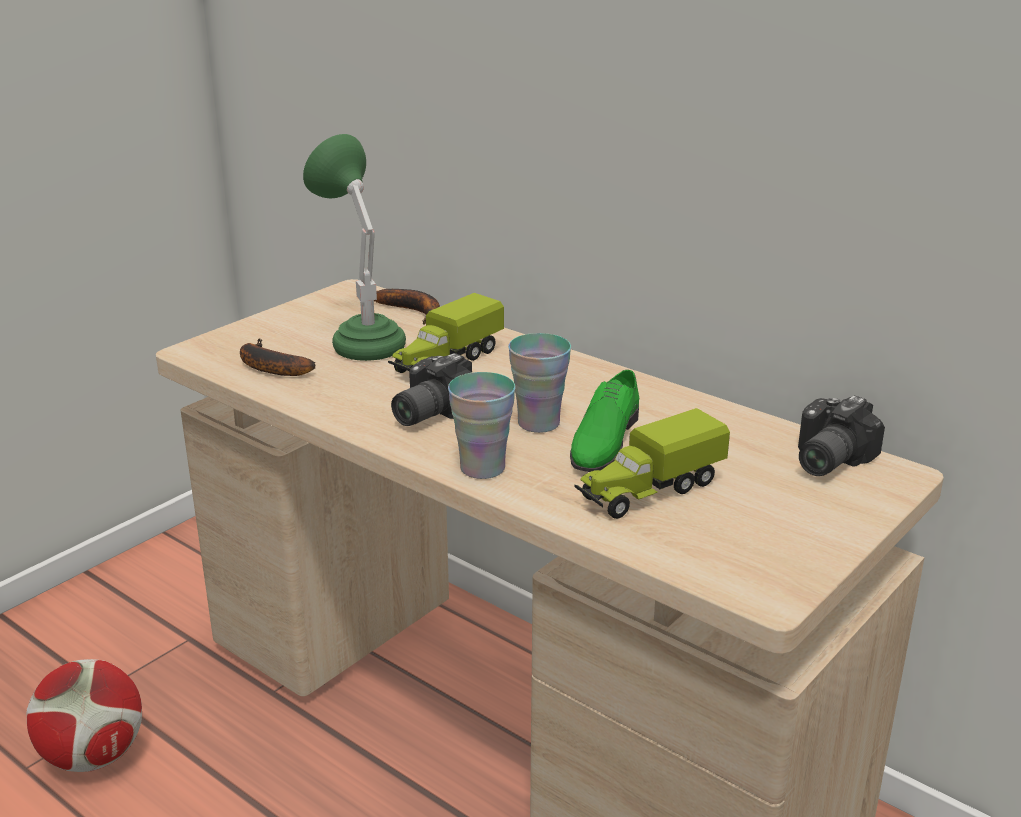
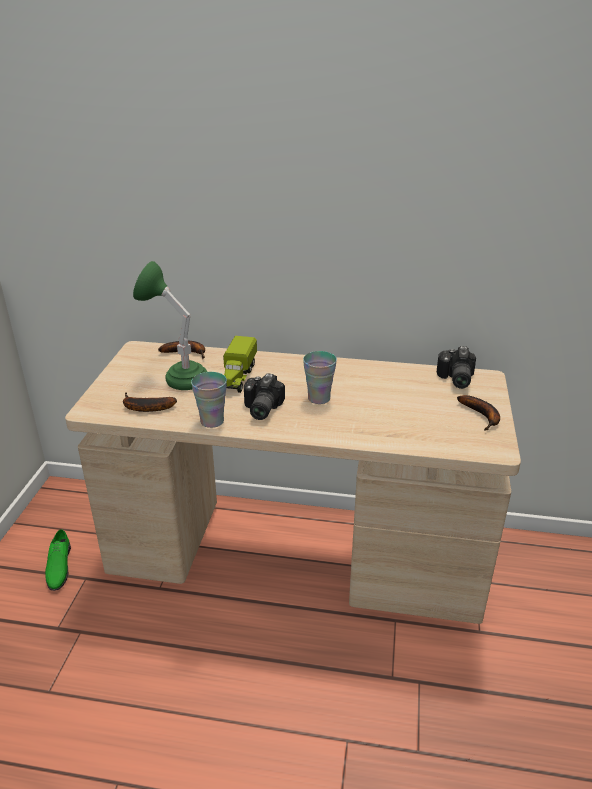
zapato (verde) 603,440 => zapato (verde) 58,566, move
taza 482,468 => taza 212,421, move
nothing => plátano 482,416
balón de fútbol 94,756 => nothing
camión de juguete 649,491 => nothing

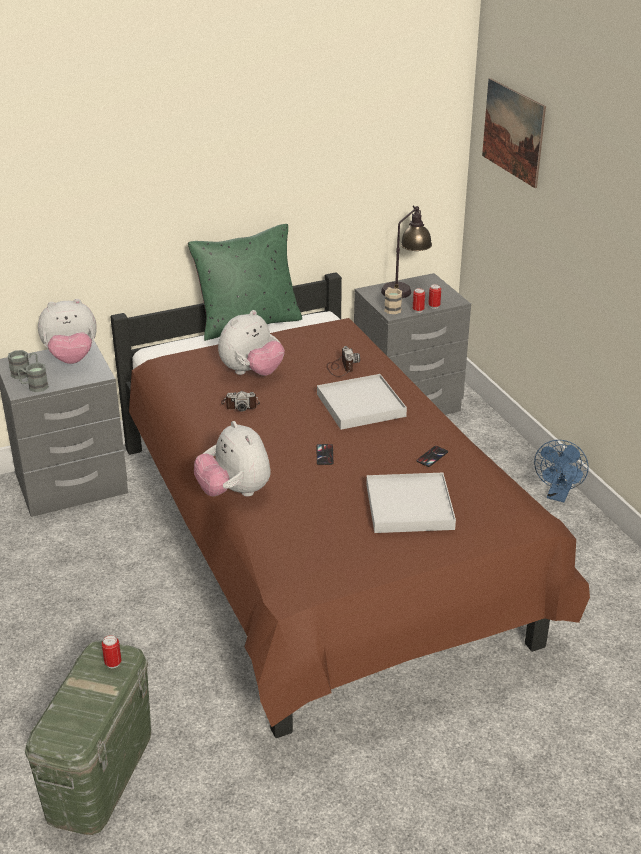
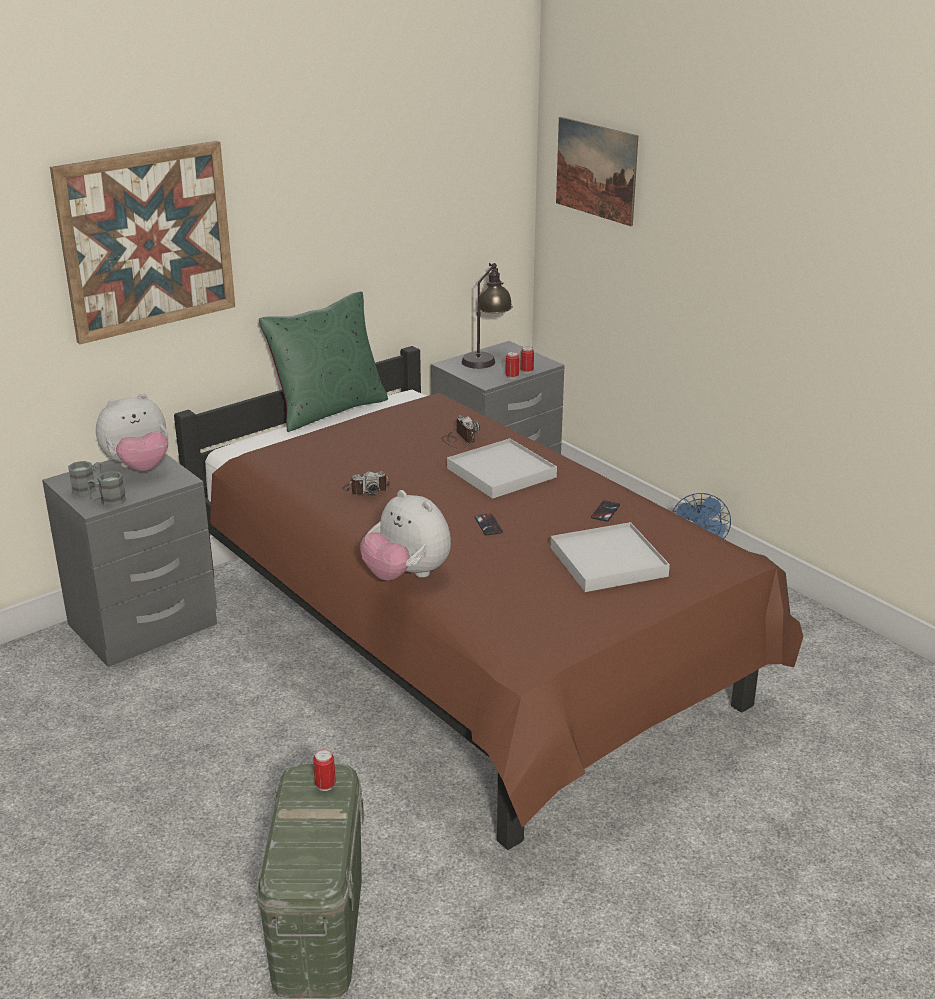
nothing => cuadro 147,241
peluche 251,373 => nothing
taza grande (beis) 391,308 => nothing

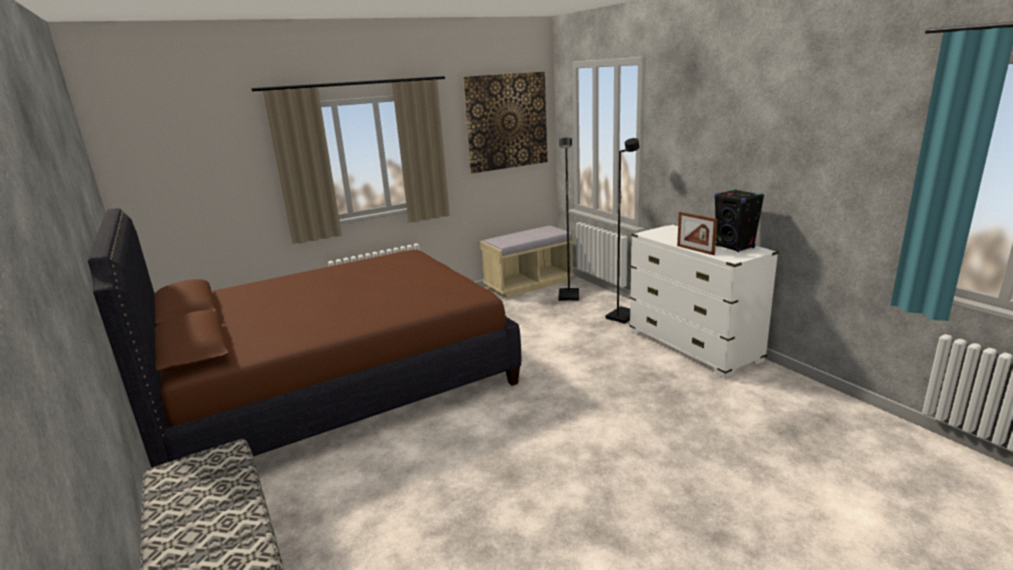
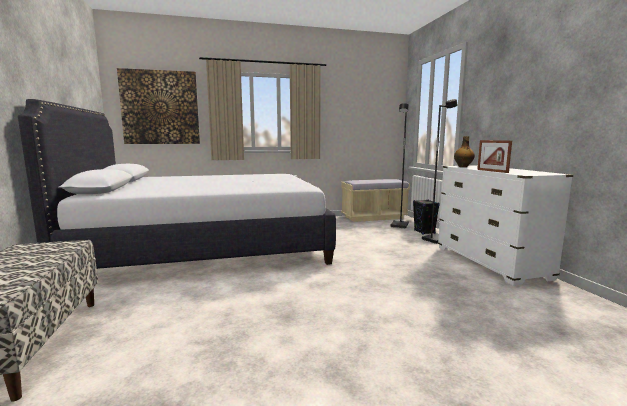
cama (marrón) 336,385 => cama (blanco) 208,247
cuadro 506,121 => cuadro 160,107, move
altavoz (negro) 735,247 => altavoz (negro) 424,232, move
nothing => botella 463,167

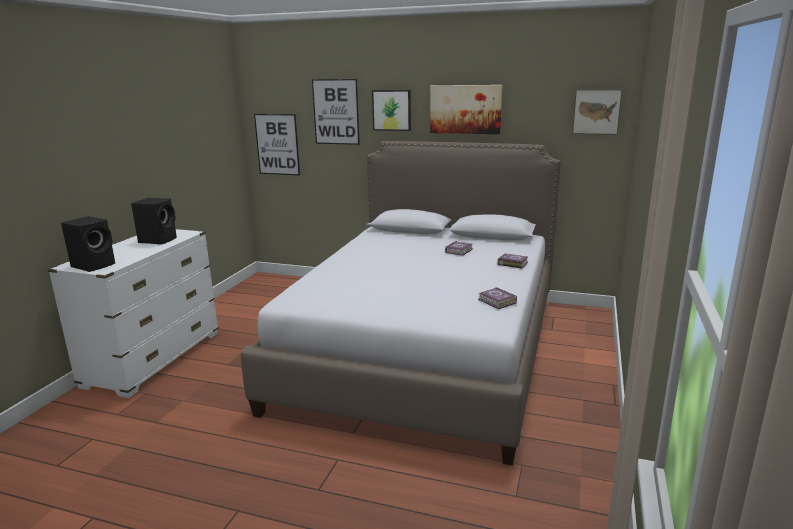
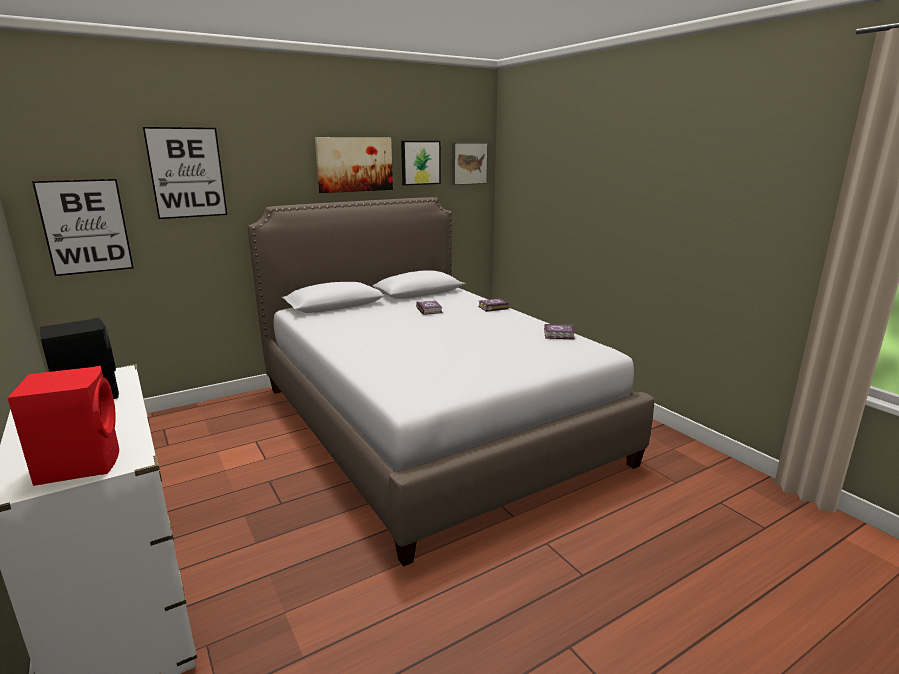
altavoz (negro) 95,265 => altavoz (rojo) 81,463
cuadro 392,110 => cuadro 420,162, move

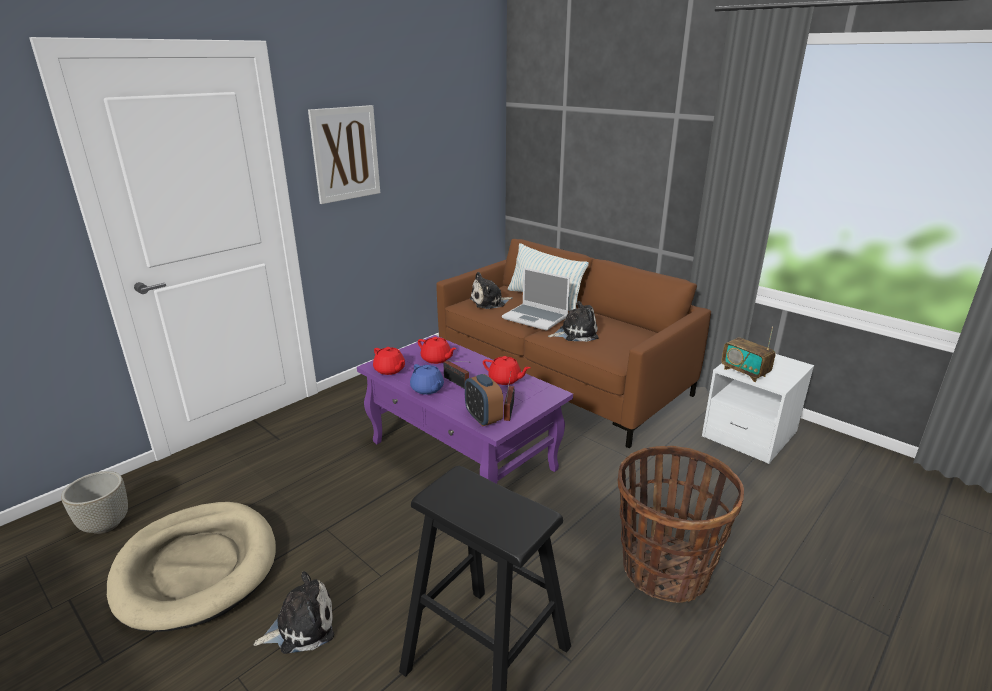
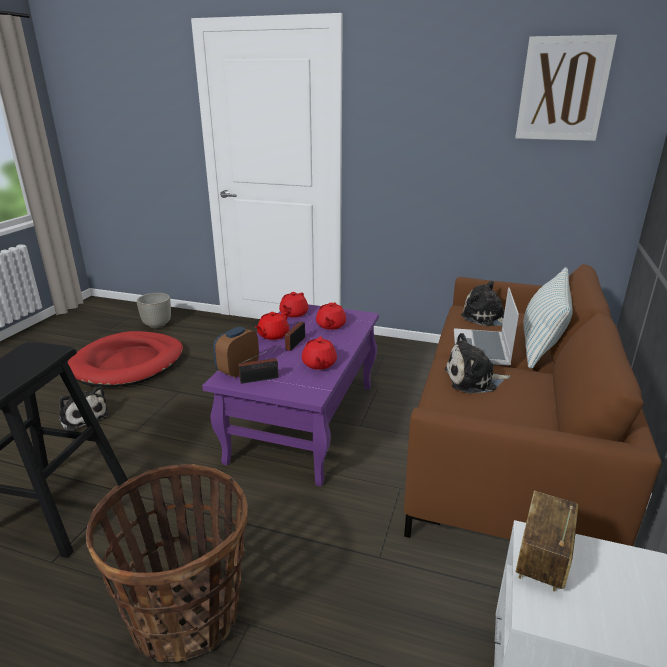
cama para perro (beis) 197,567 => cama para perro (rojo) 129,363
tetera (azul) 427,389 => tetera (rojo) 272,335
peluche 575,333 => peluche 473,380, 120 degrees clockwise
cuadro 345,154 => cuadro 562,89, move

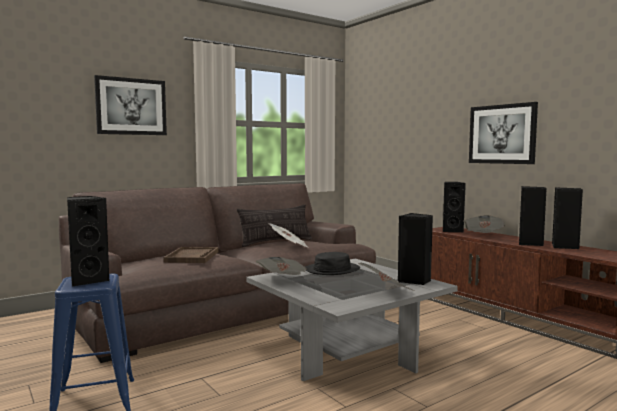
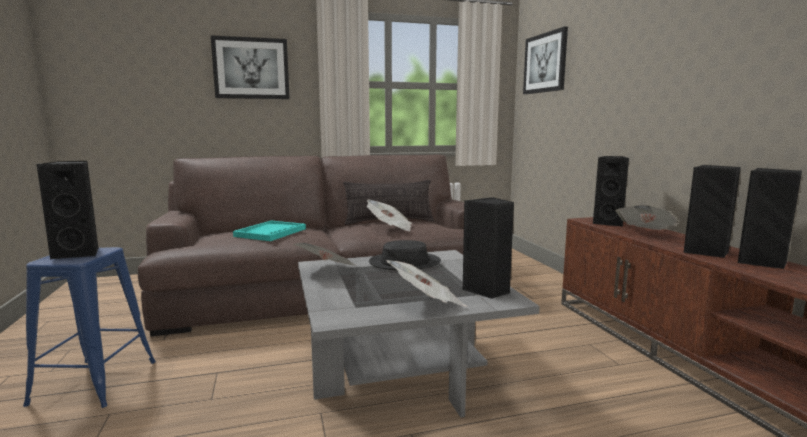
bandeja (marrón) 192,257 => bandeja (turquesa) 270,232
cuadro 502,134 => cuadro 545,63, move

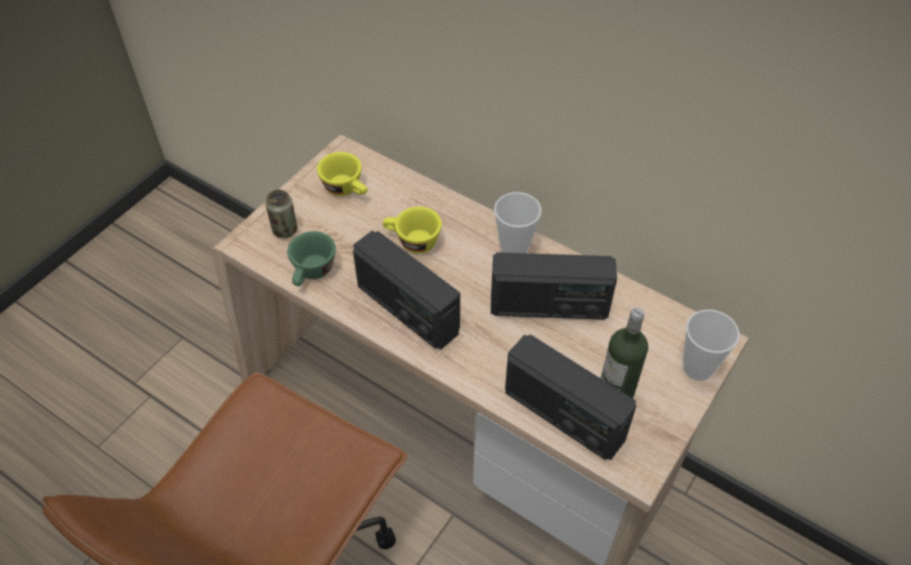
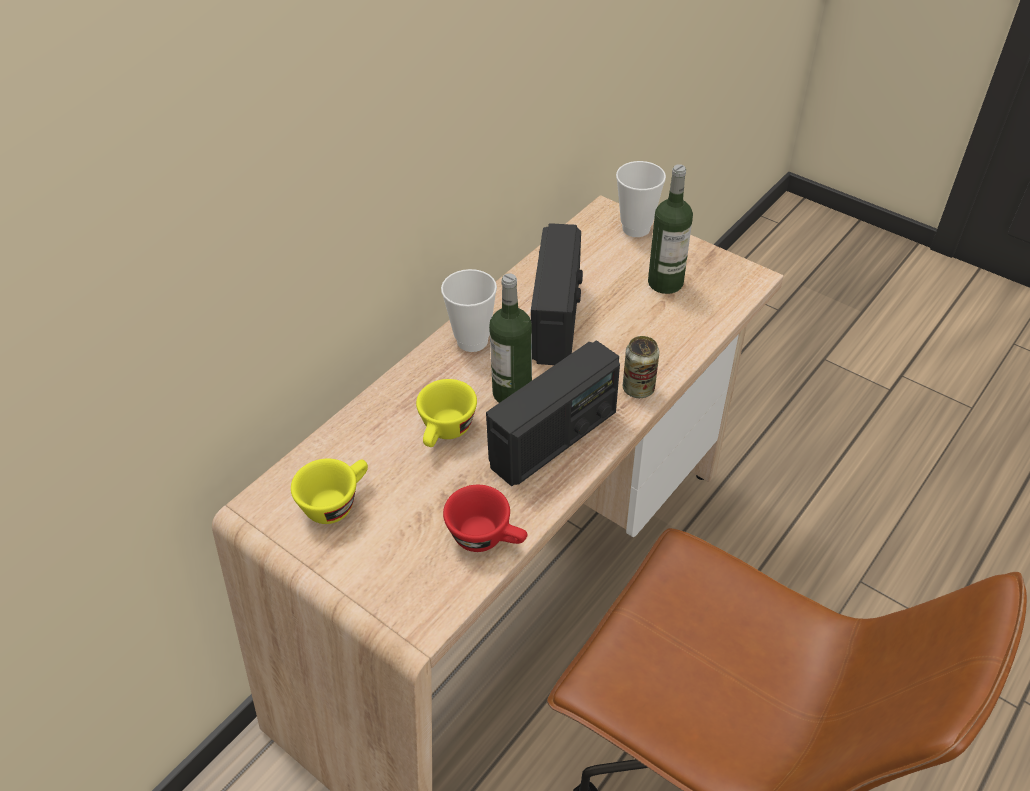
taza (verde) 312,273 => taza (rojo) 487,537
nothing => botella 512,393
lata 285,230 => lata 638,388, move
radio 563,415 => nothing

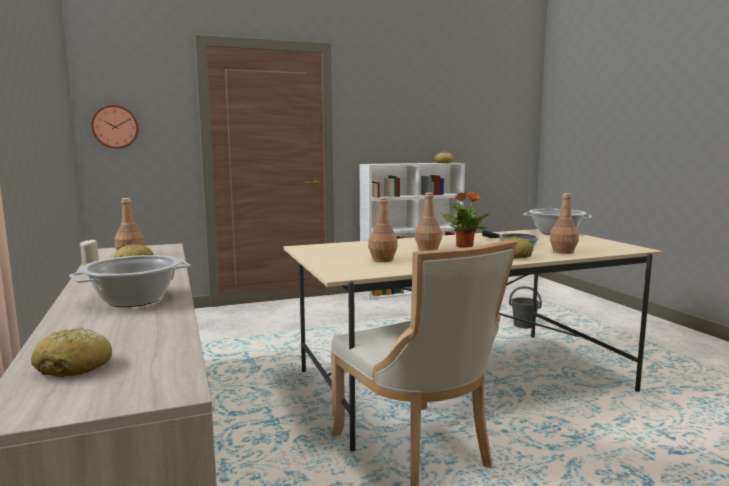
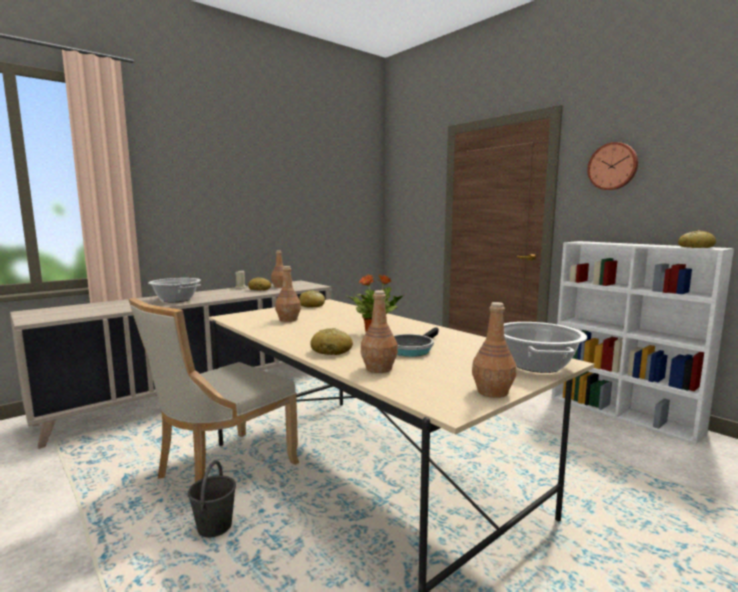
cubo (gris) 524,326 => cubo (gris) 214,528, move
pan 75,367 => pan 312,305, move
botella (marrón) 427,250 => botella (marrón) 492,392, move
reloj de pared 115,127 => reloj de pared 613,166, move

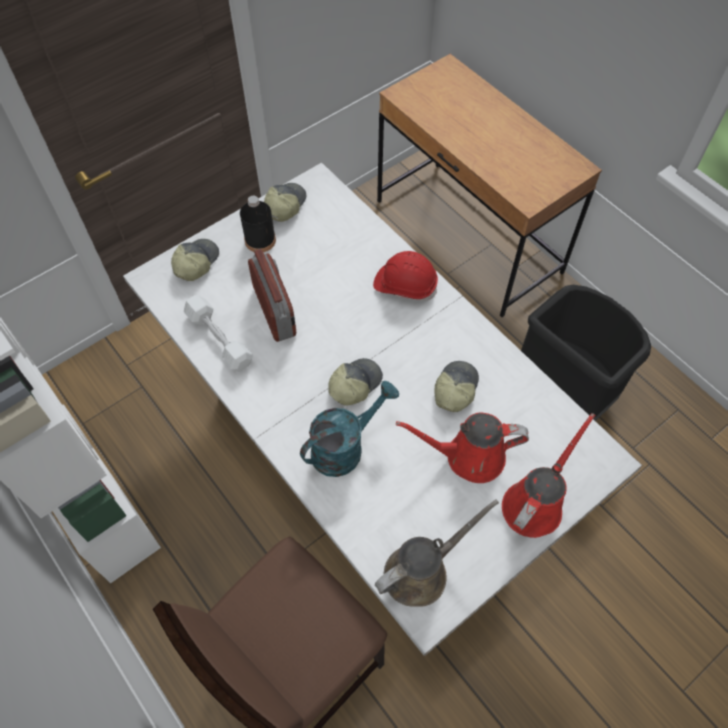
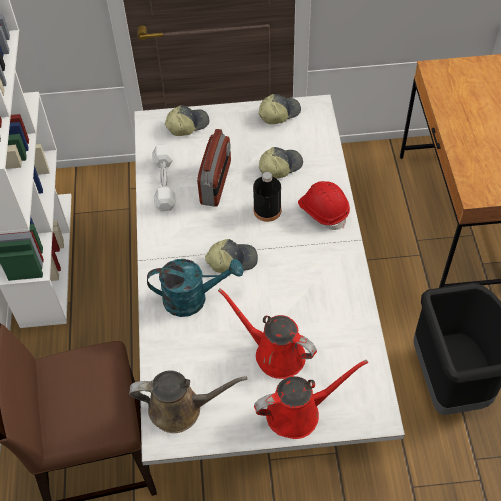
botella (negro) 260,240 => botella (negro) 267,210, move
gorra 454,389 => gorra 280,166, move

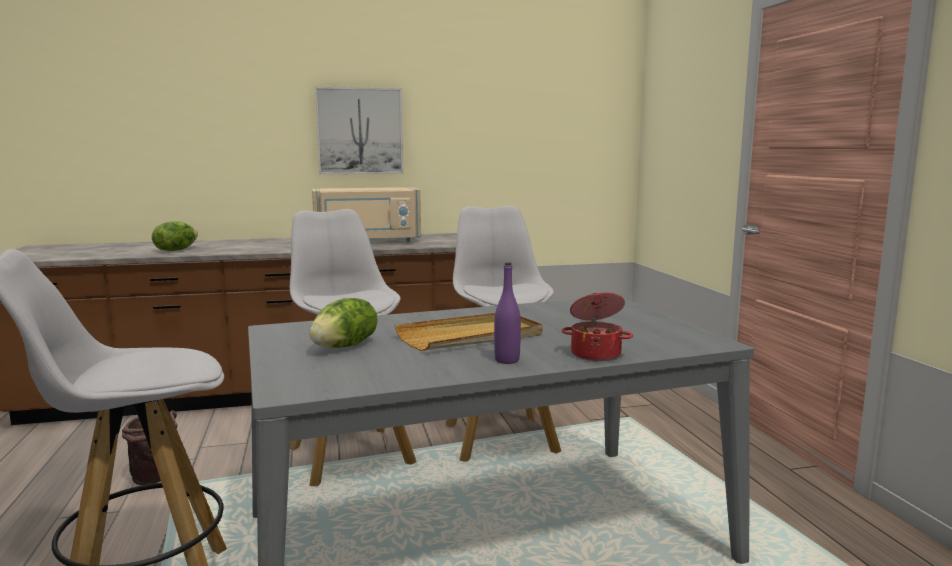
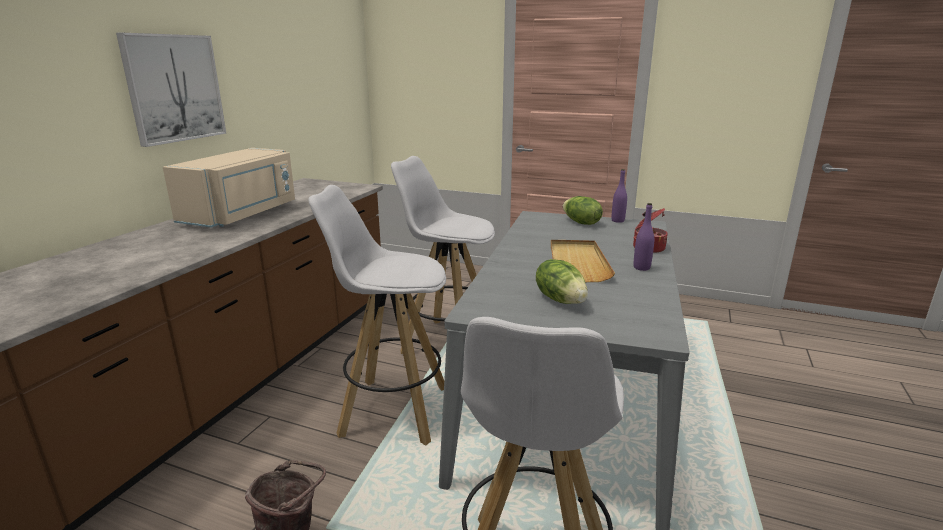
lechuga 176,250 => lechuga 580,223, move
nothing => botella (morado) 617,221

